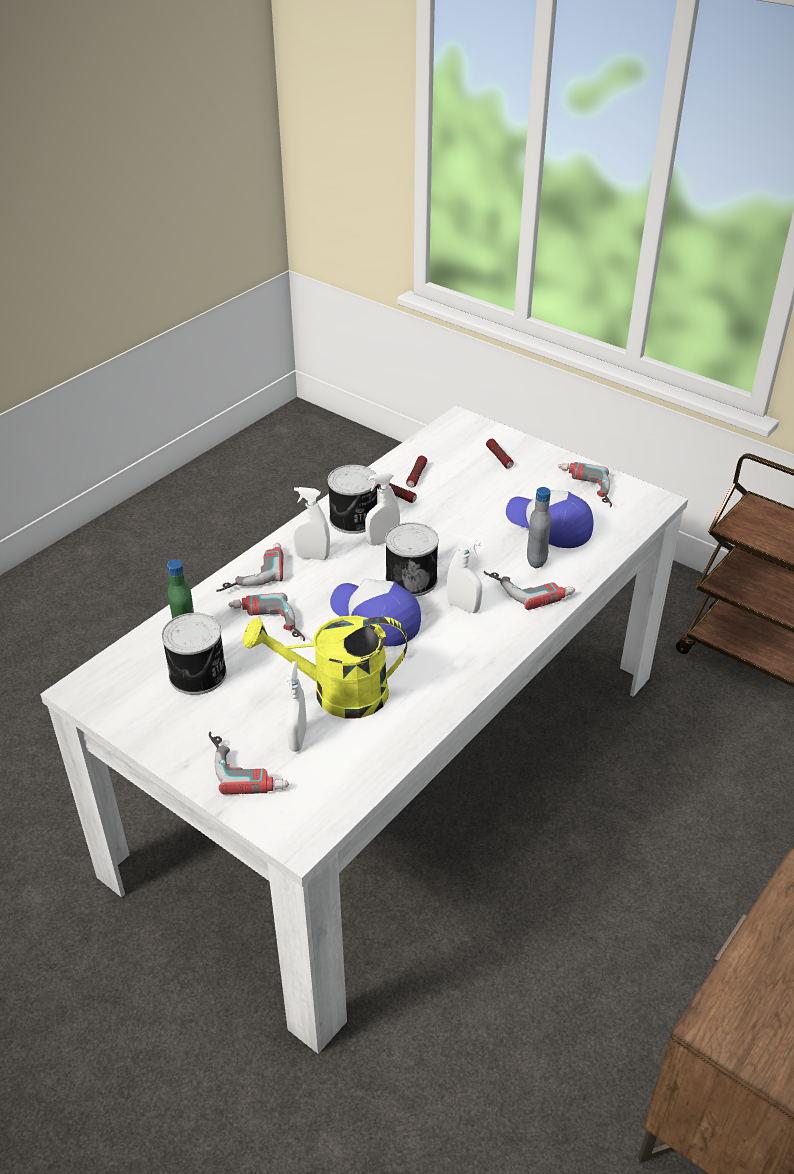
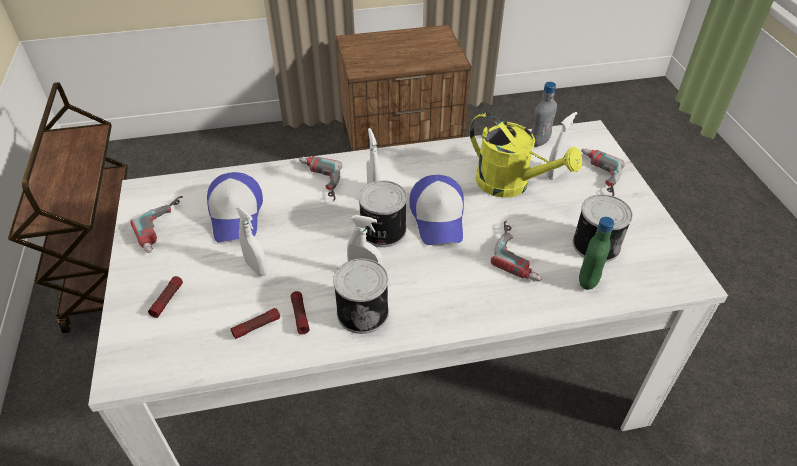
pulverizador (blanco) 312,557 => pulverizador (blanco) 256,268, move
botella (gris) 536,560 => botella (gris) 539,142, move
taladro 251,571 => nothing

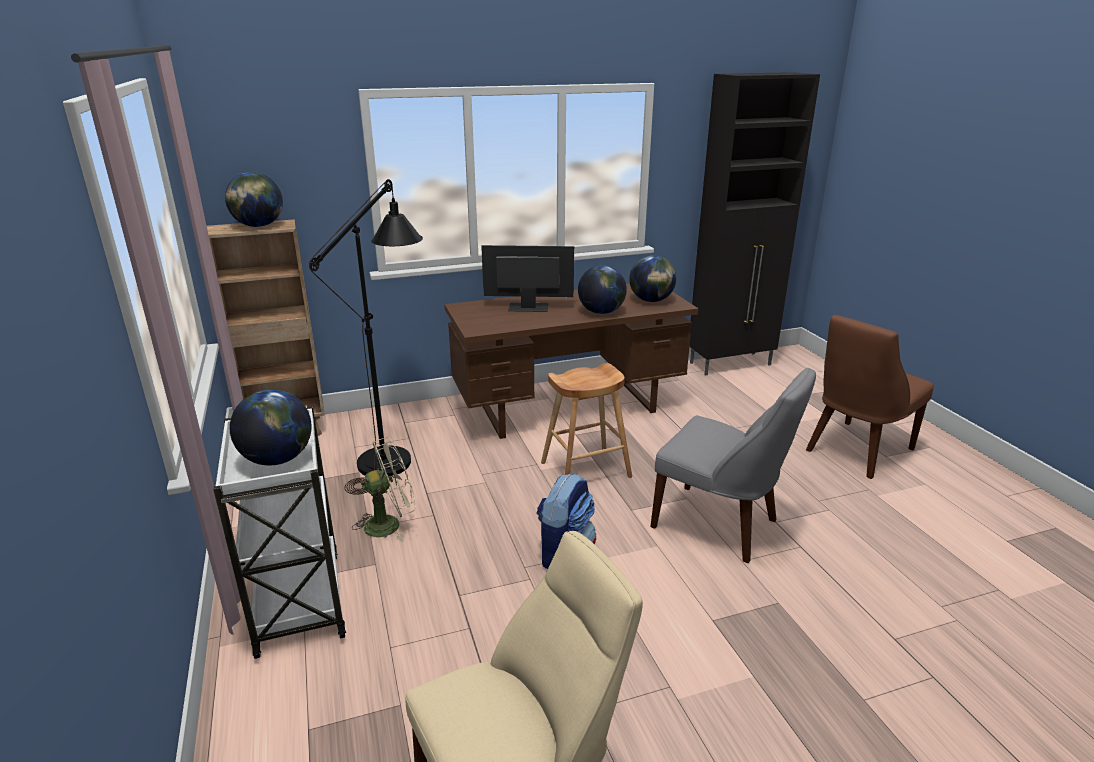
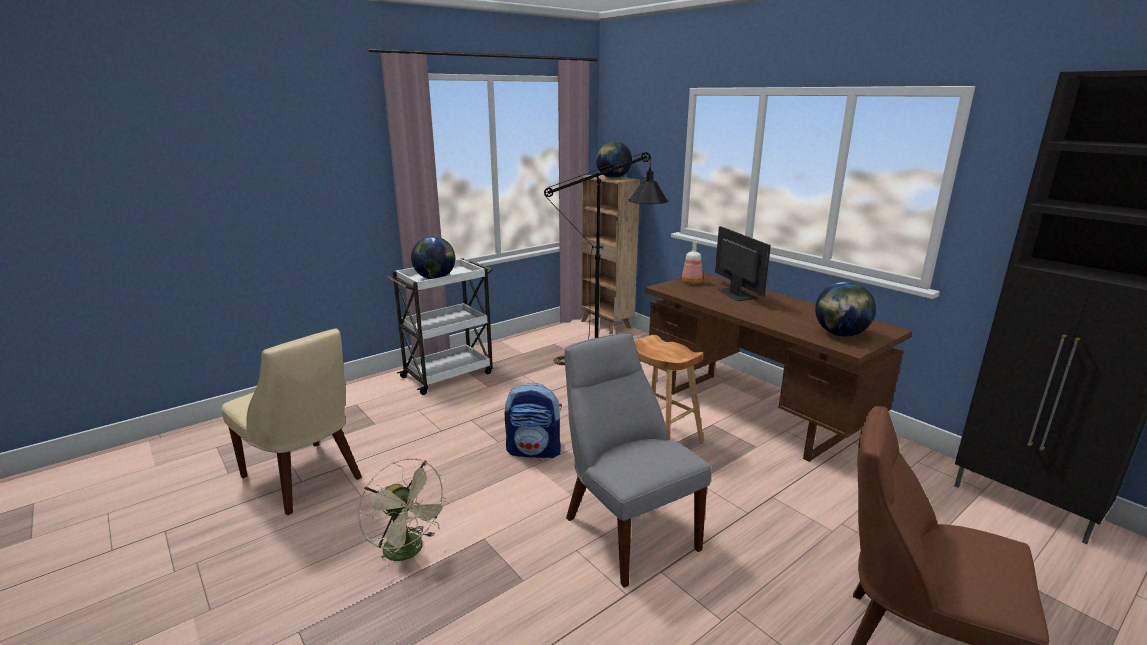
ventilador (beis) 390,523 => ventilador (beis) 409,552, move
silla (gris) 720,525 => silla (gris) 626,530, 135 degrees clockwise
nothing => botella 692,283
globo terráqueo 601,312 => nothing

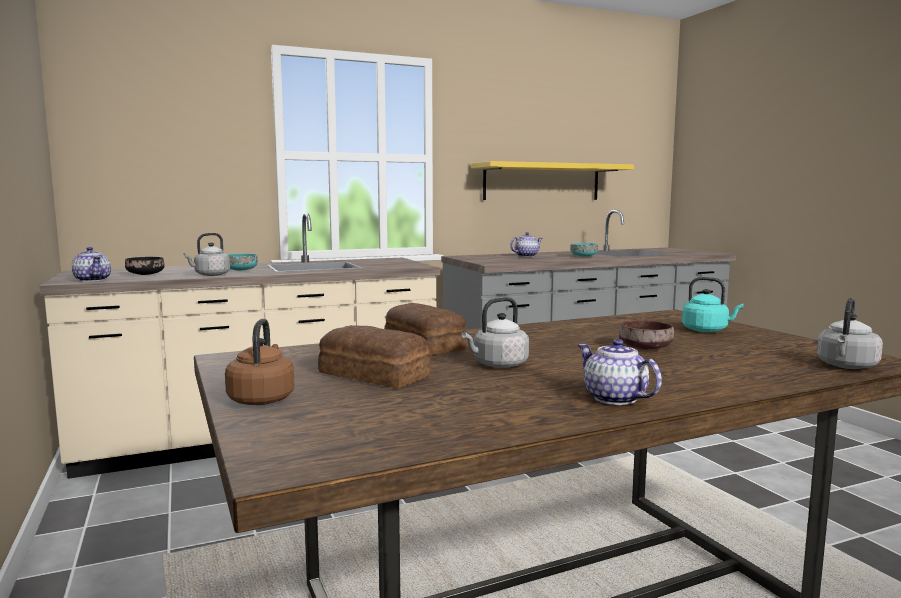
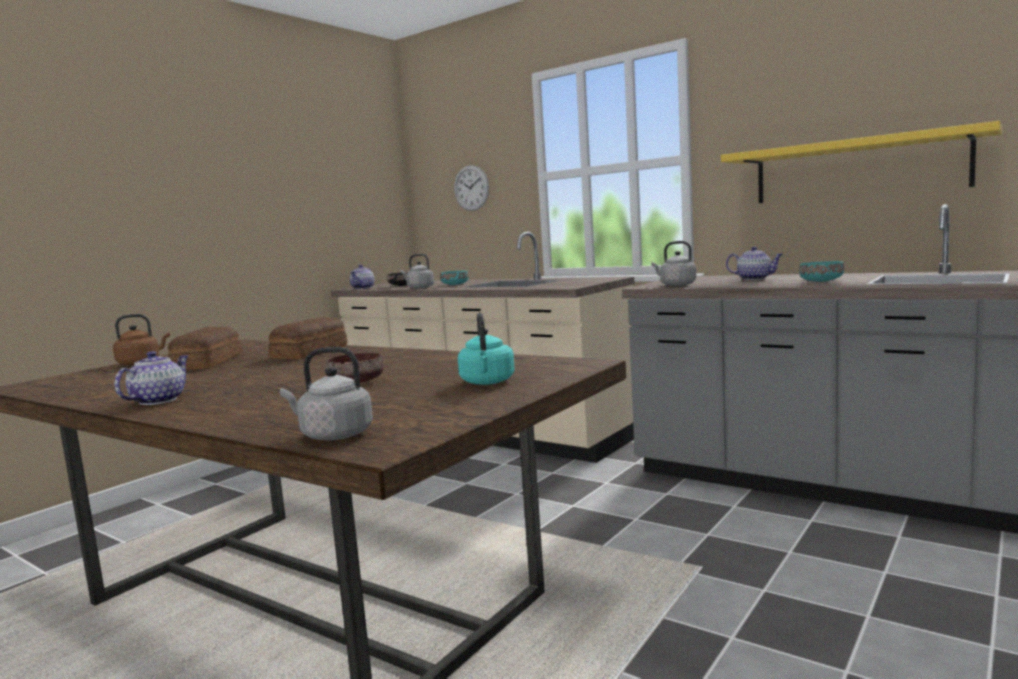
nothing => reloj de pared 471,188
hervidor (gris) 498,365 => hervidor (gris) 676,285, move

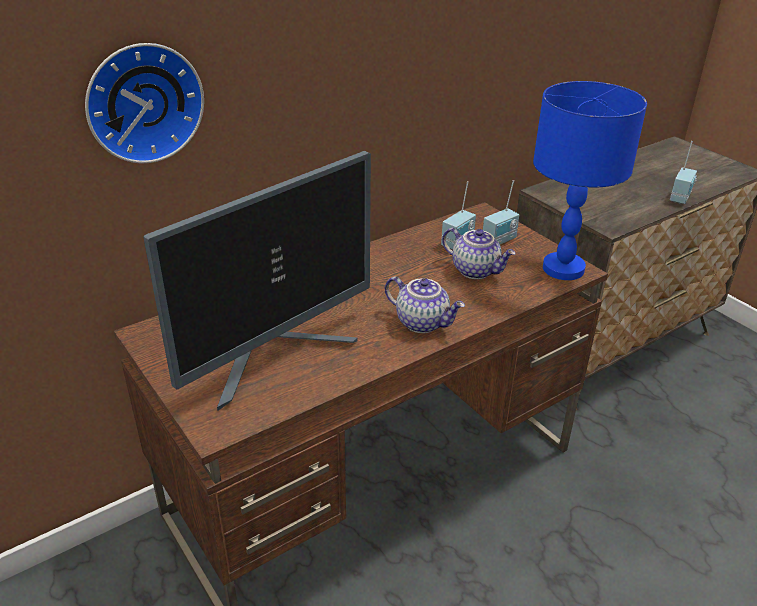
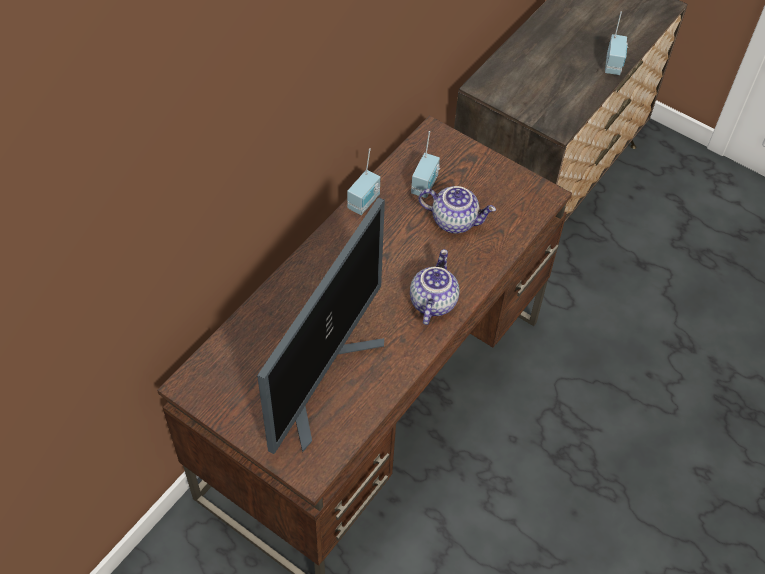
radio 500,241 => radio 365,202, move
tetera 423,322 => tetera 432,301, 90 degrees counterclockwise
reloj de pared 143,102 => nothing
lámpara de mesa (azul) 563,268 => nothing

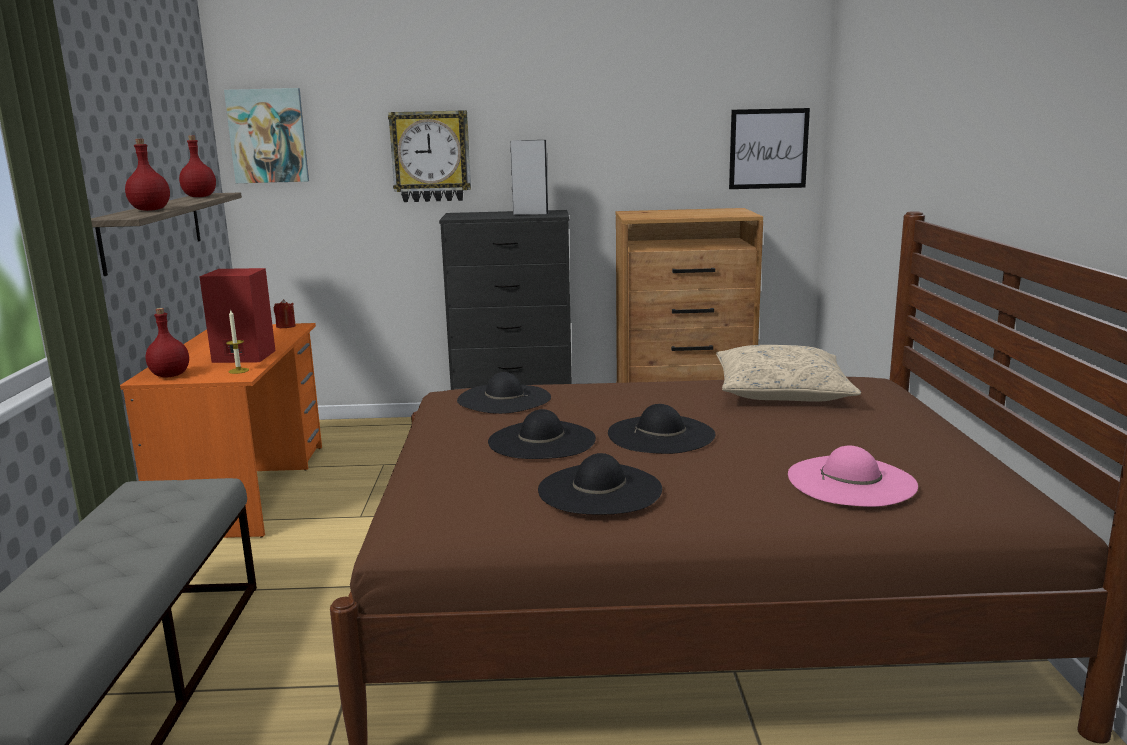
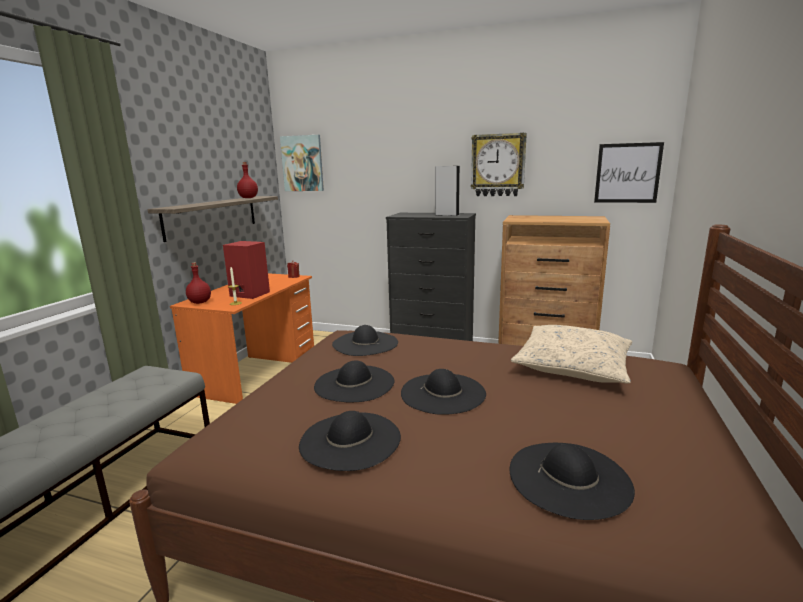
reloj de pared 431,156 => reloj de pared 498,165, move
sombrero (rosa) 851,481 => sombrero (negro) 569,478
botella (rojo) 149,210 => nothing

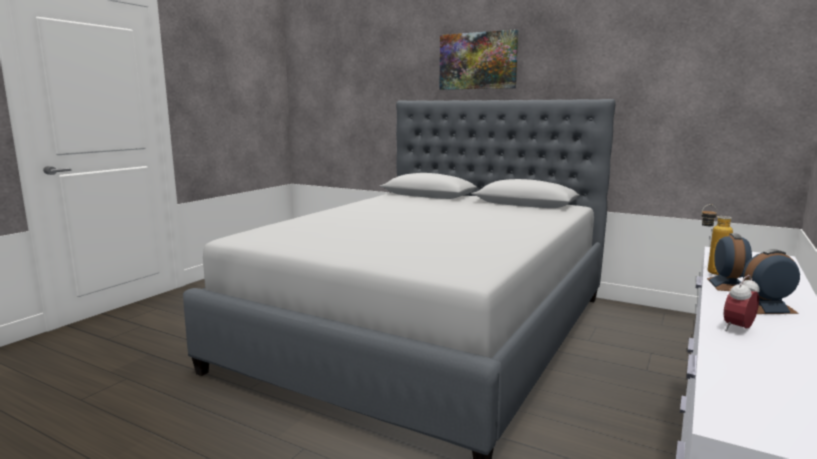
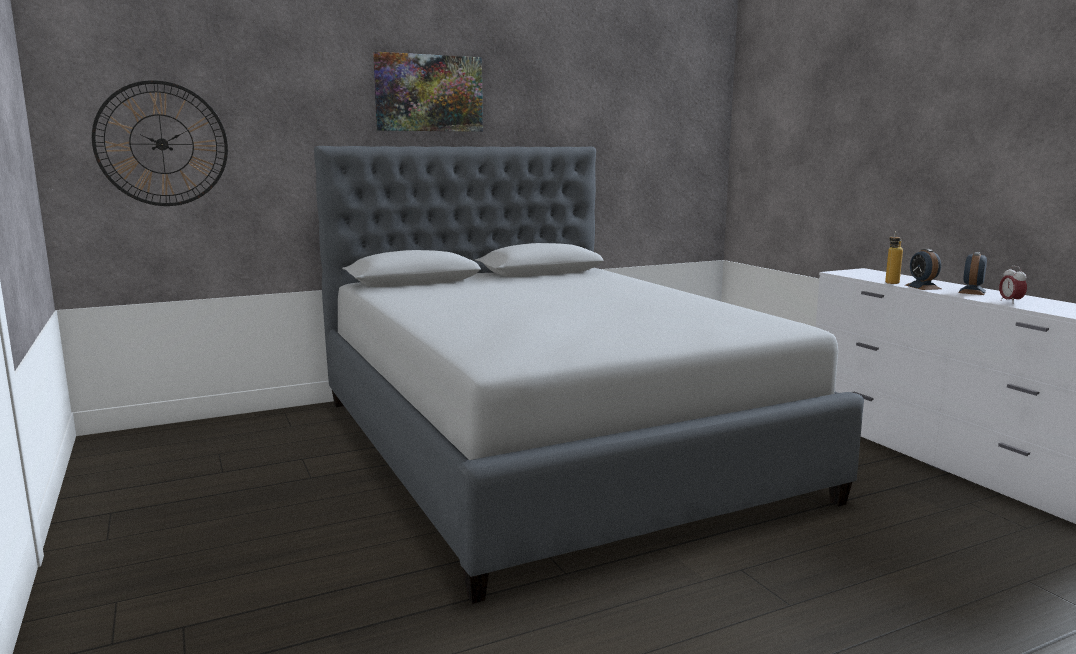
nothing => reloj de pared 162,144
despertador 728,285 => despertador 922,287, 150 degrees counterclockwise

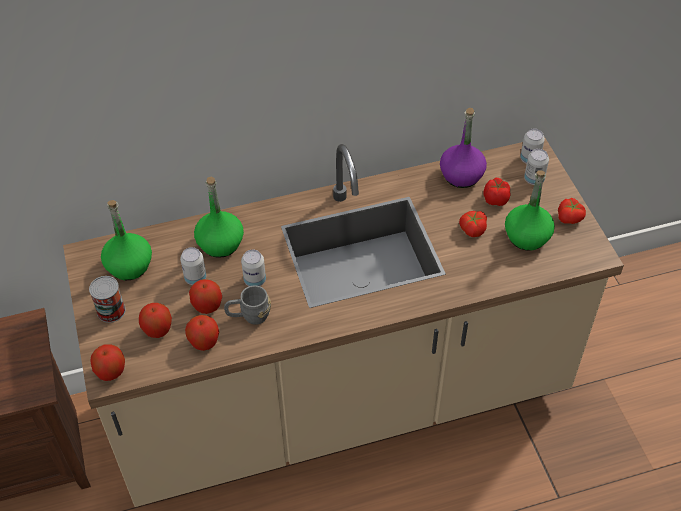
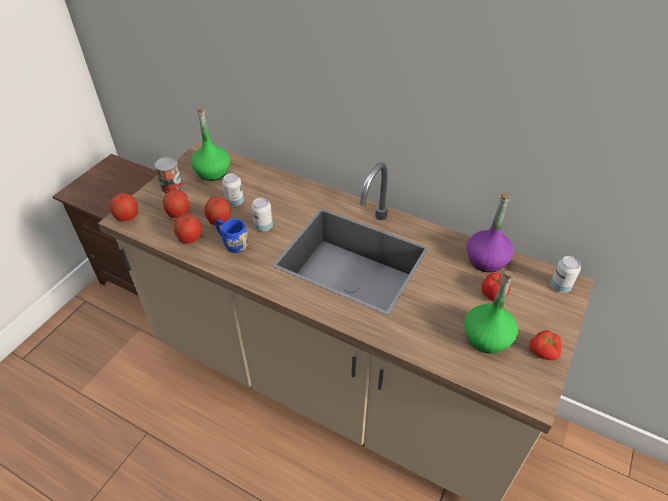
taza grande (gris) 249,316 => taza grande (azul) 232,243
botella (verde) 220,244 => nothing
tomate 472,229 => nothing
lata 534,179 => nothing

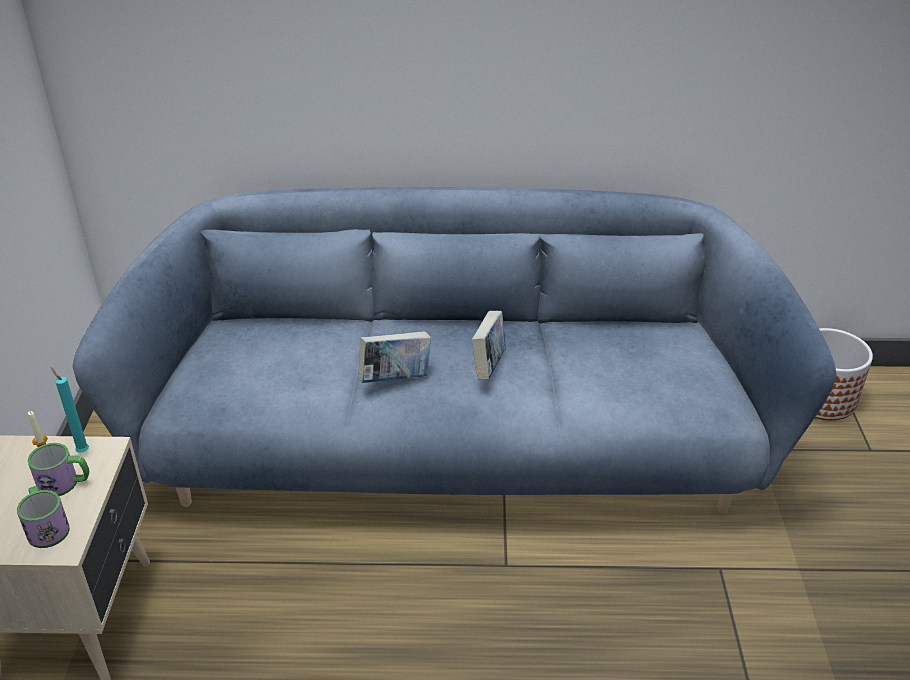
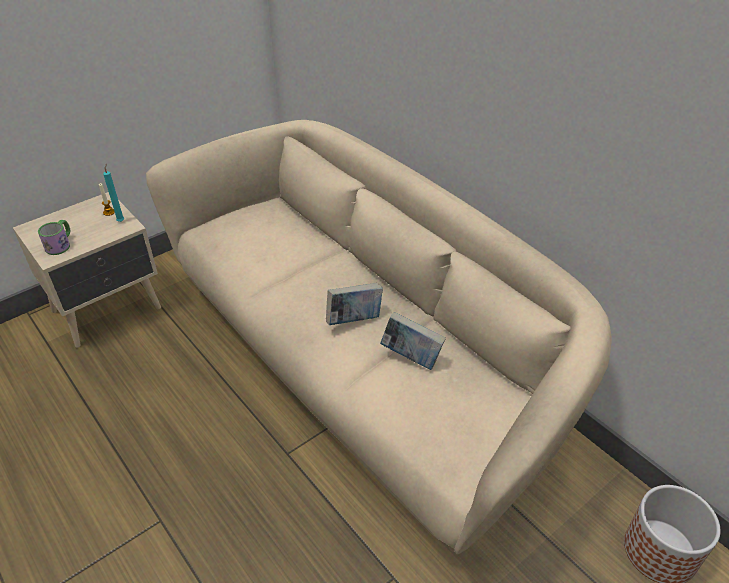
sofá (azul) 455,446 => sofá (beis) 363,367
libro 395,379 => libro 411,357, move
taza grande 65,483 => nothing

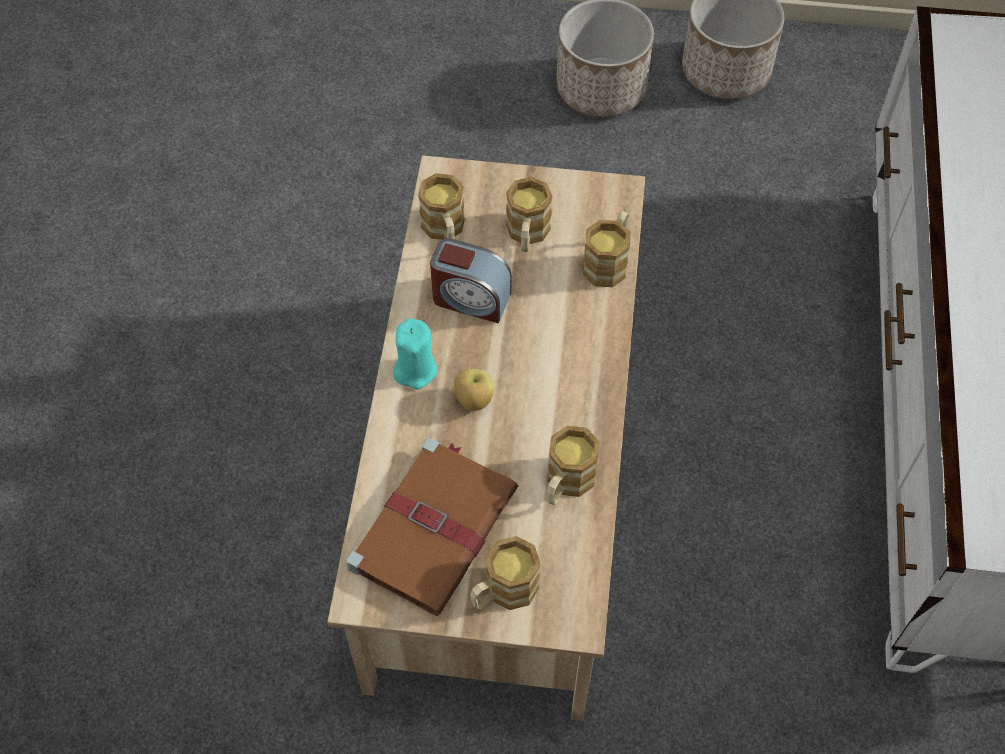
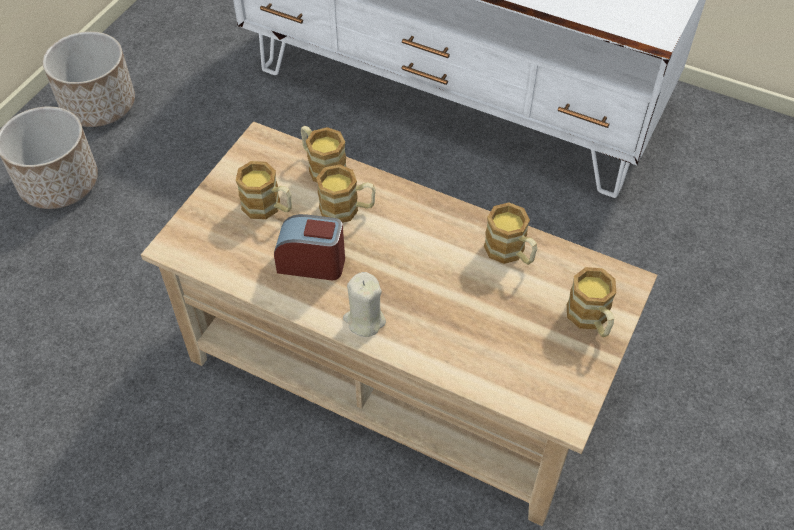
despertador 470,298 => despertador 312,263, 120 degrees counterclockwise
taza grande 445,230 => taza grande 347,209, move
vela (turquesa) 415,370 => vela (beis) 364,320
libro (marrón) 435,526 => nothing
manzana 474,401 => nothing

